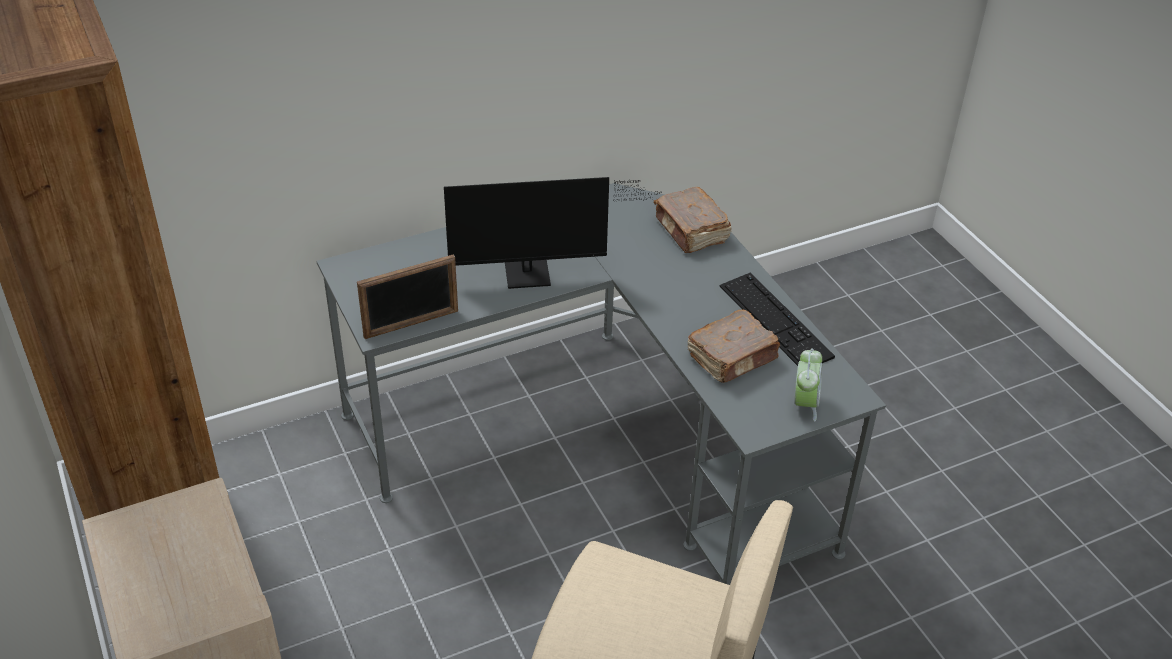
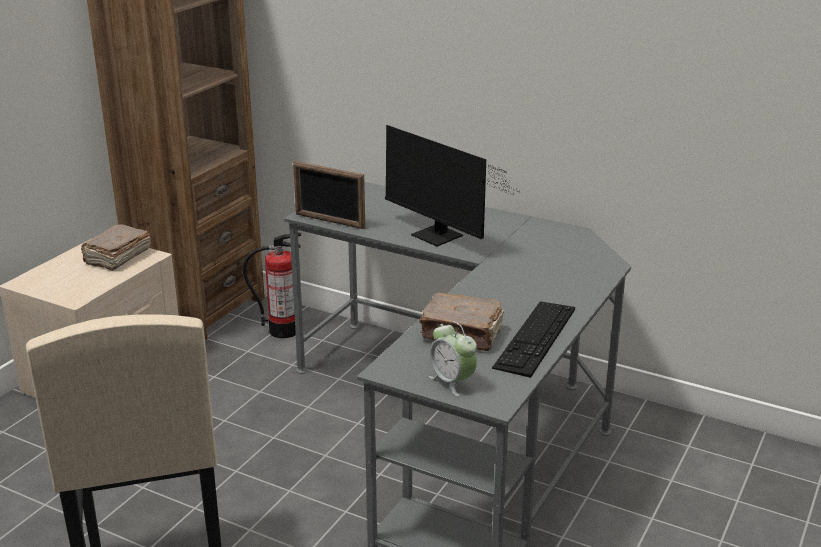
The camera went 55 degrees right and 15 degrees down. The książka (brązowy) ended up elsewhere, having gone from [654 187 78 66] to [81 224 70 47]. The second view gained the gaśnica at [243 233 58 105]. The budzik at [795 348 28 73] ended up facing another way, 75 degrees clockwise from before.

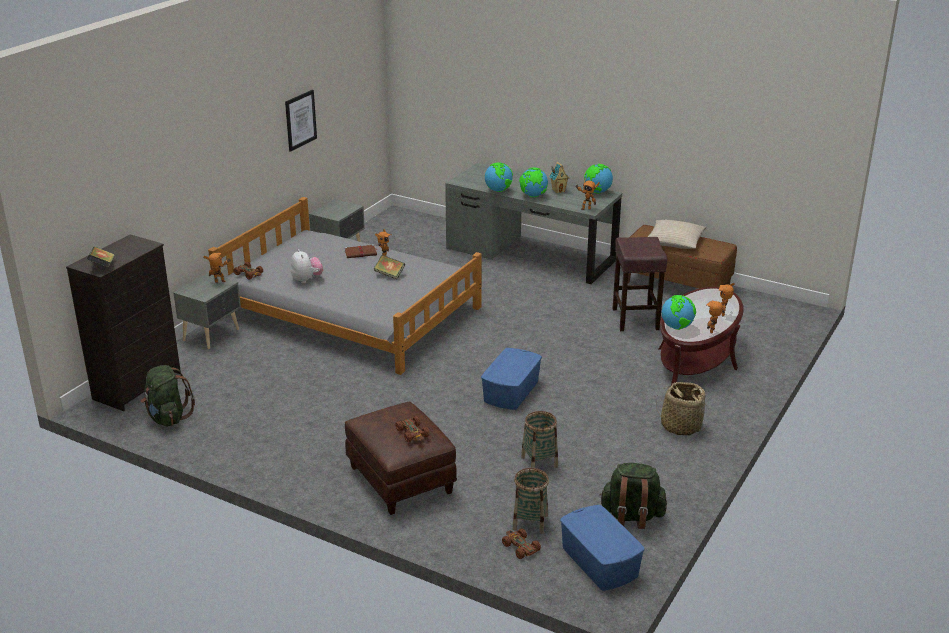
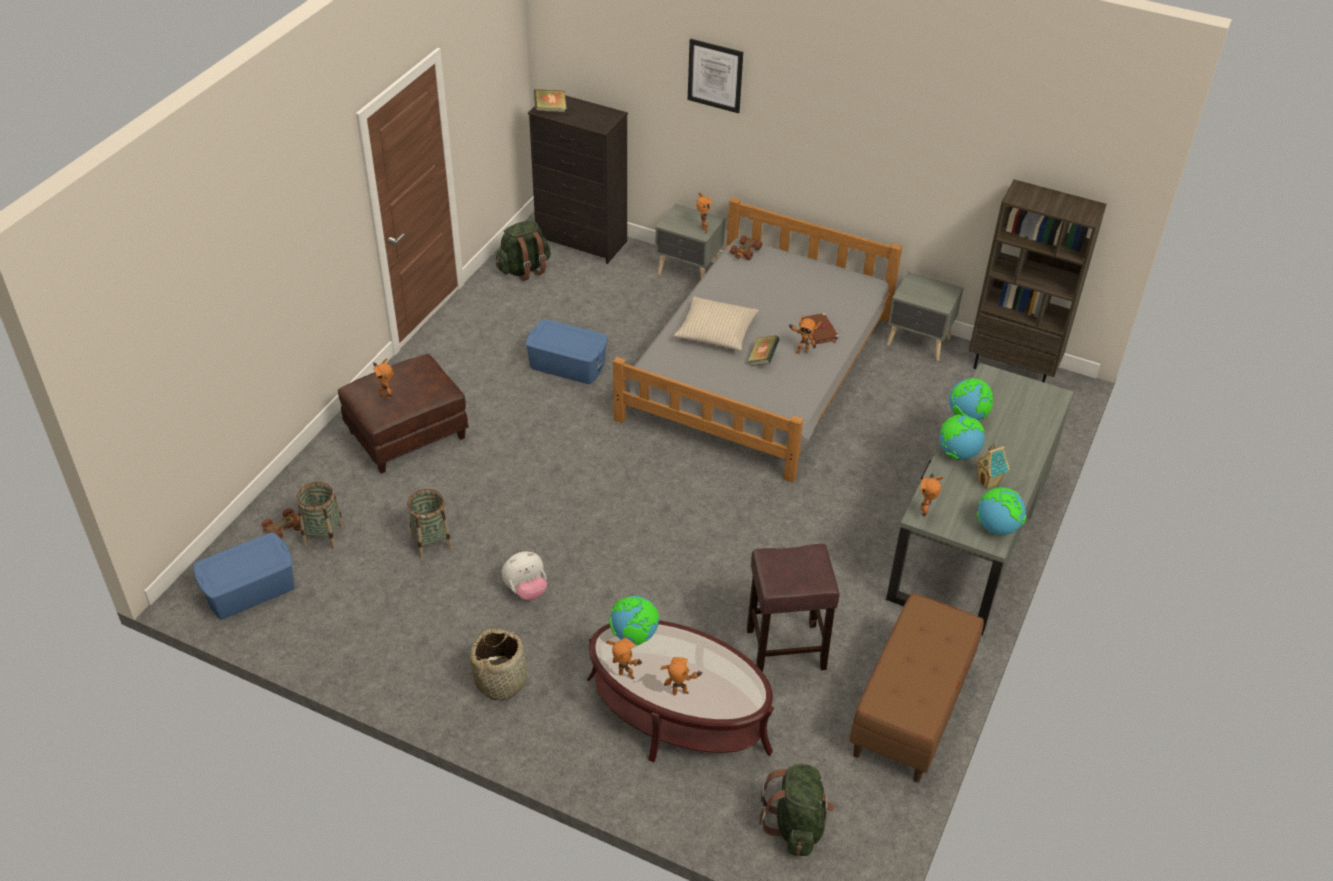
The camera went 85 degrees right and 15 degrees up. Where the samochodzik (brązowy) stood at [395 416 35 26], the robot zabawkowy came to stand at [372 358 22 42]. The pluszak ended up elsewhere, having gone from [291 249 32 34] to [502 552 45 48]. The pojemnik do przechowywania (niebieski) ended up elsewhere, having gone from [481 348 61 62] to [526 319 82 65]. The poduszka (beżowy) ended up elsewhere, having gone from [648 220 58 29] to [674 297 85 54]. The obraz ended up elsewhere, having gone from [285 90 32 62] to [688 39 55 74]. The plecak (zielony) ended up elsewhere, having gone from [599 463 68 66] to [759 764 76 92]. The second view gained the regał (brązowy) at [969 179 138 204].

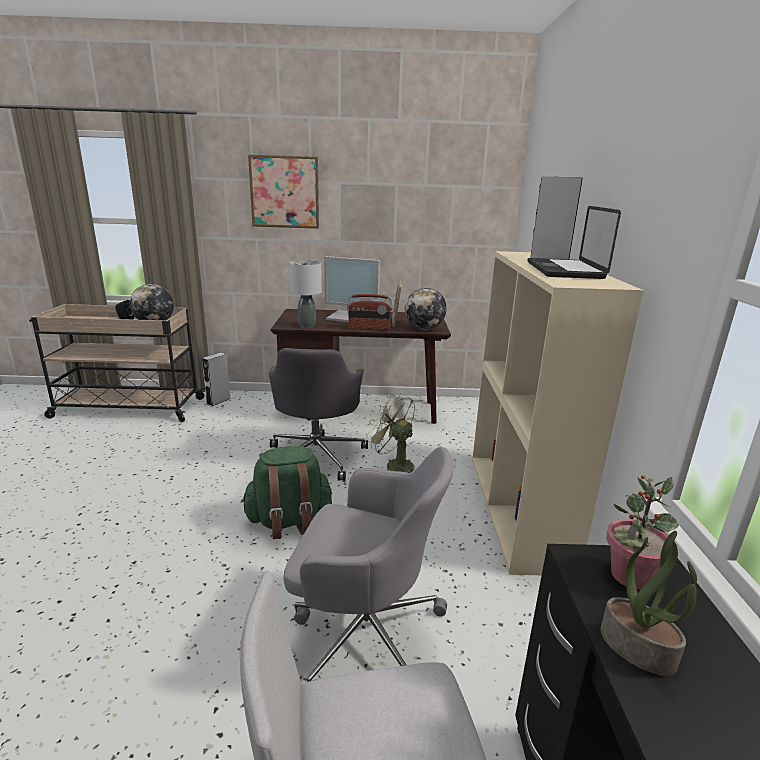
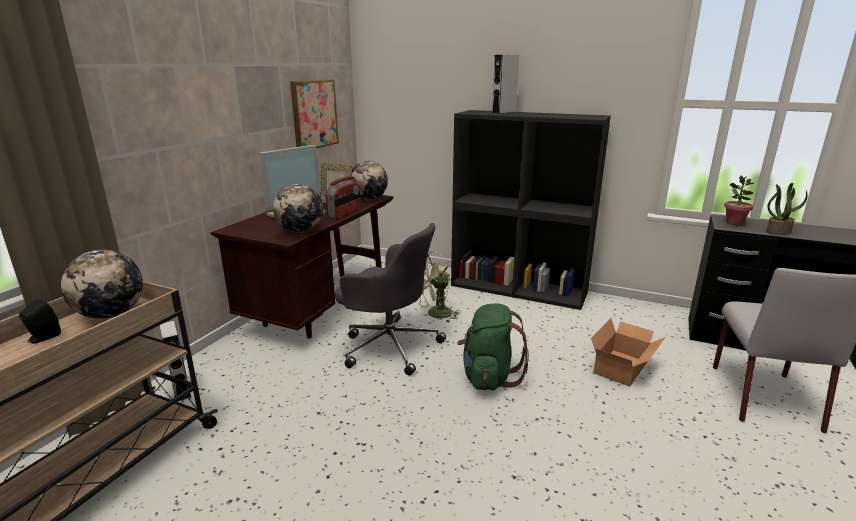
The camera went 65 degrees left and 0 degrees up. Where the lampa stołowa (szary) stood at [290 260 32 68], the globus came to stand at [273 184 50 49]. The obraz ended up elsewhere, having gone from [248 154 71 75] to [290 79 49 70]. What was the regał (beżowy) at [472 251 172 324] turned into the regał (czarny) at [451 110 160 200]. Where the krzesło biurowe (szary) stood at [283 447 170 235], the karton came to stand at [591 318 74 69]. The second view lost the laptop at [527 206 94 73].

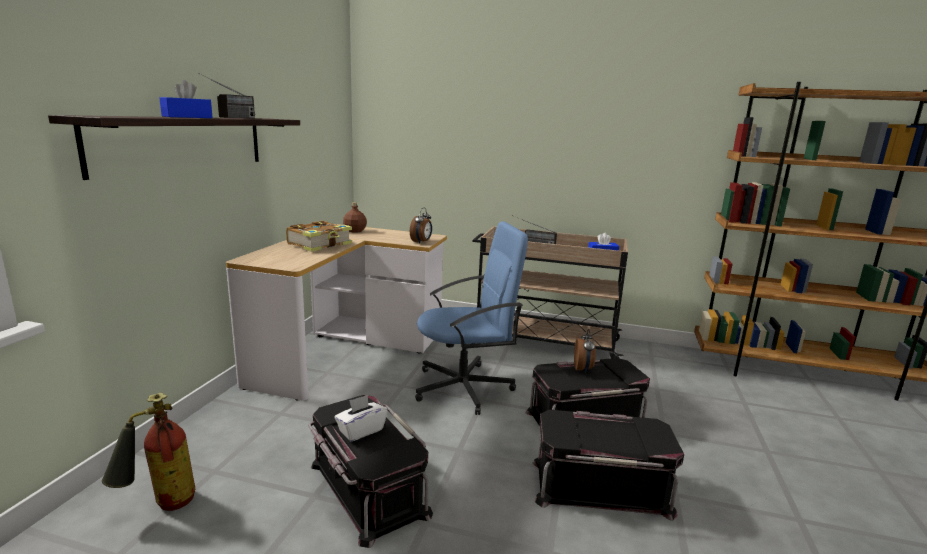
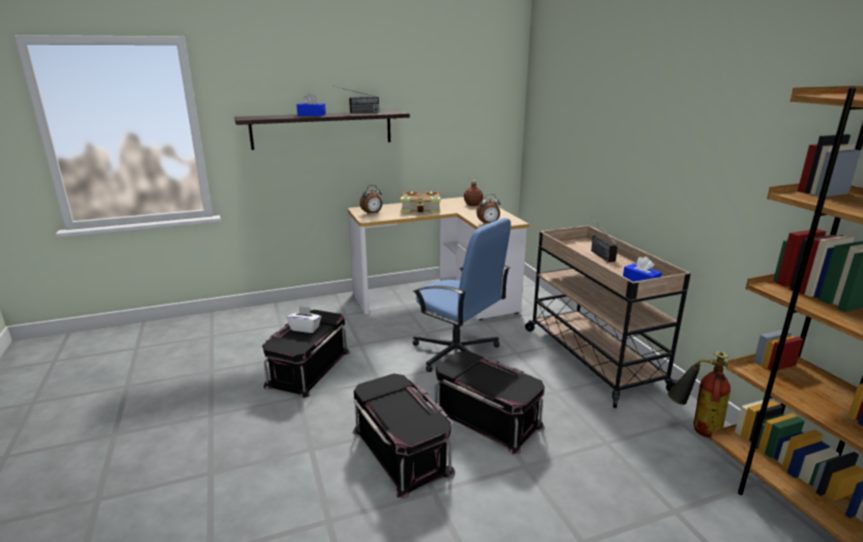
The camera went 55 degrees right and 5 degrees up. The budzik ended up elsewhere, having gone from [574 329 22 44] to [360 185 22 30]. The gaśnica ended up elsewhere, having gone from [102 393 93 118] to [668 351 63 87].

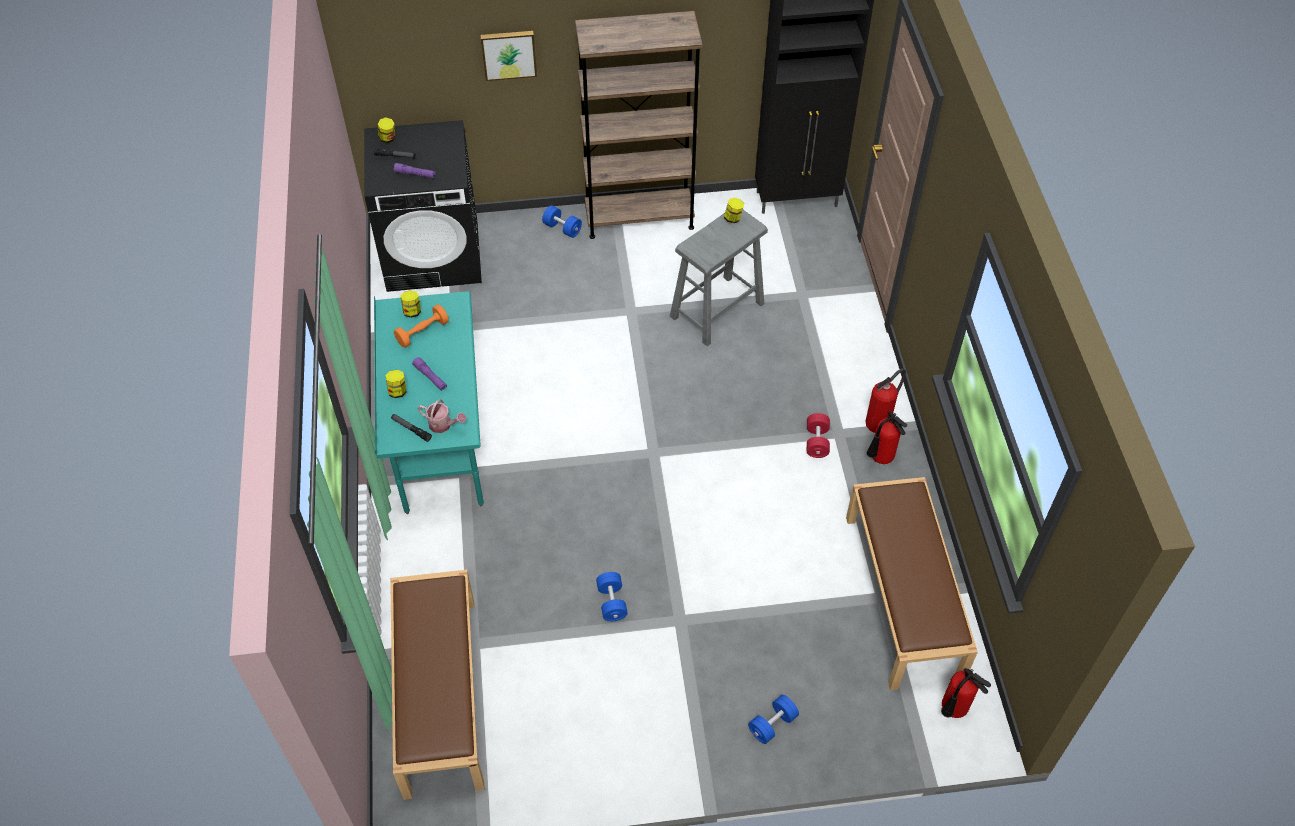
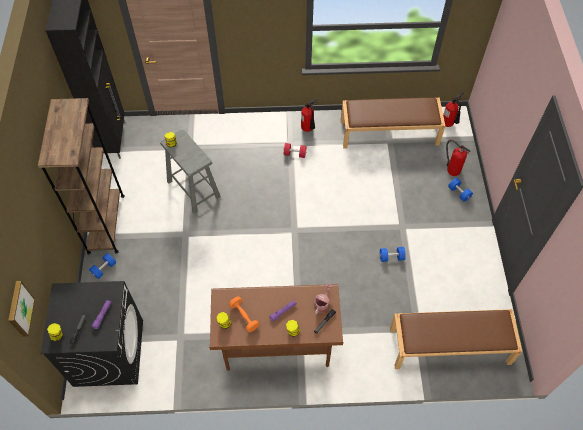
The camera went 85 degrees left and 5 degrees up. The obraz ended up elsewhere, having gone from [481 31 56 50] to [8 281 27 56]. What was the biurko (turkusowy) at [374 291 110 223] turned into the biurko (brązowy) at [209 284 134 87]. The gaśnica ended up elsewhere, having gone from [866 368 40 65] to [446 140 24 36].

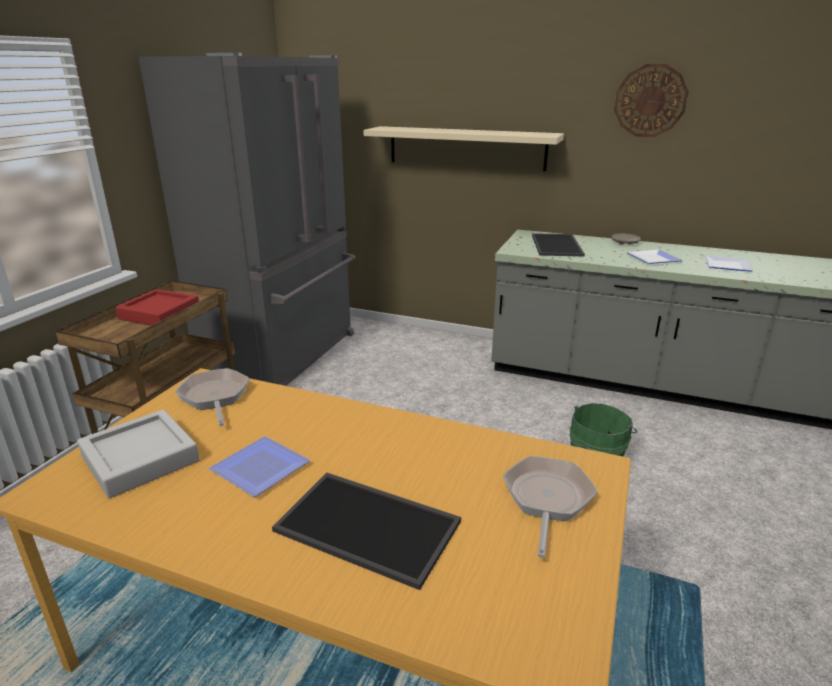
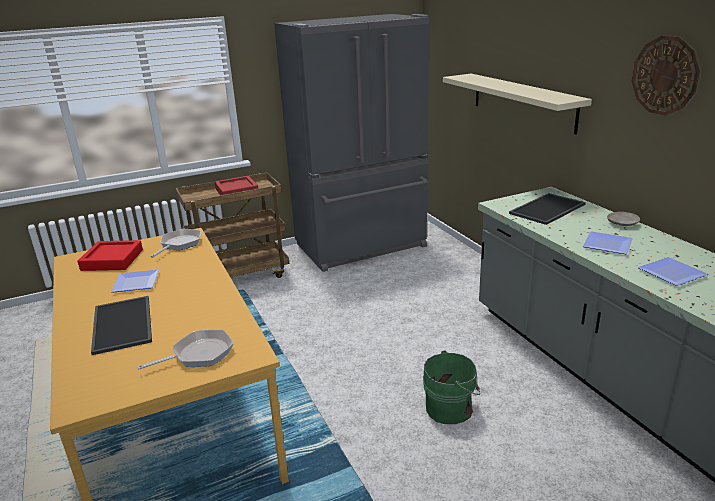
The camera went 45 degrees right and 0 degrees up. What was the taca (szary) at [77 410 123 88] turned into the taca (czerwony) at [77 240 66 31].

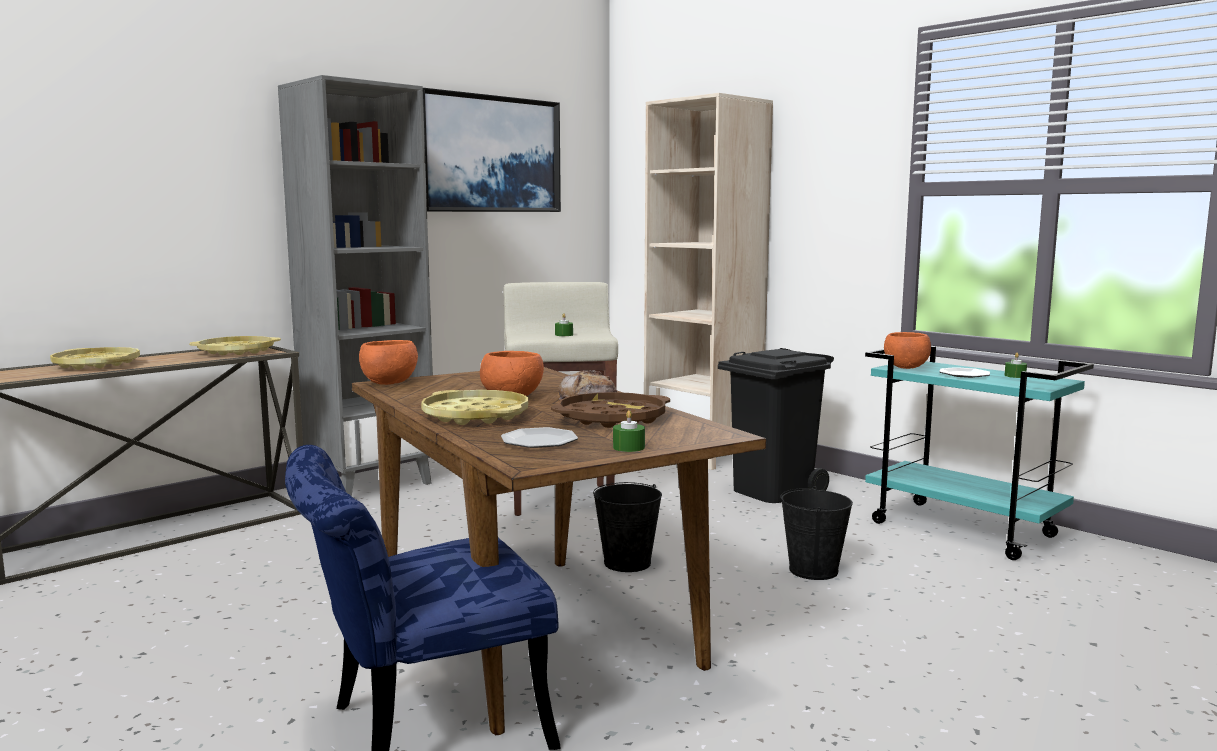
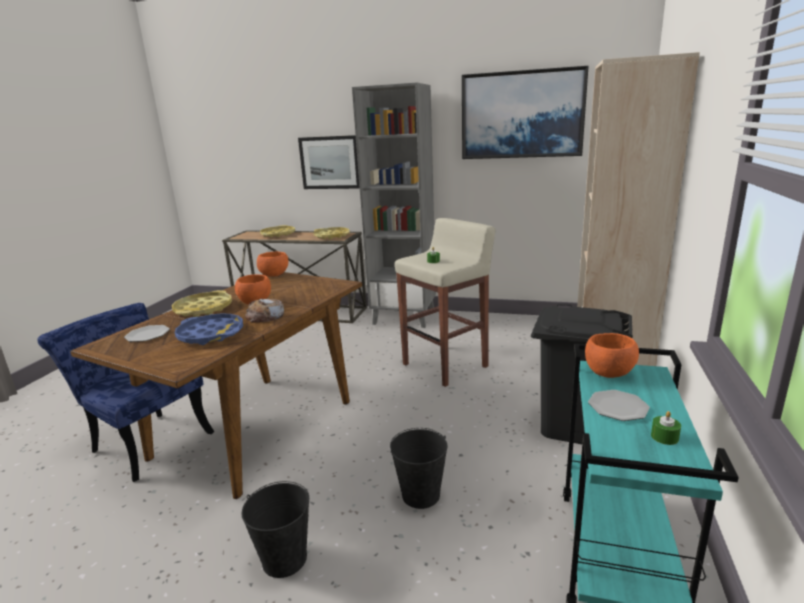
The camera went 60 degrees right and 10 degrees up. What was the taca (brązowy) at [551 392 119 36] turned into the taca (niebieski) at [175 313 68 32]. The wiadro (czarny) ended up elsewhere, having gone from [593 482 69 90] to [242 481 67 97]. The second view gained the obraz at [298 135 62 54]. The second view lost the świeca (zielony) at [613 410 32 42].

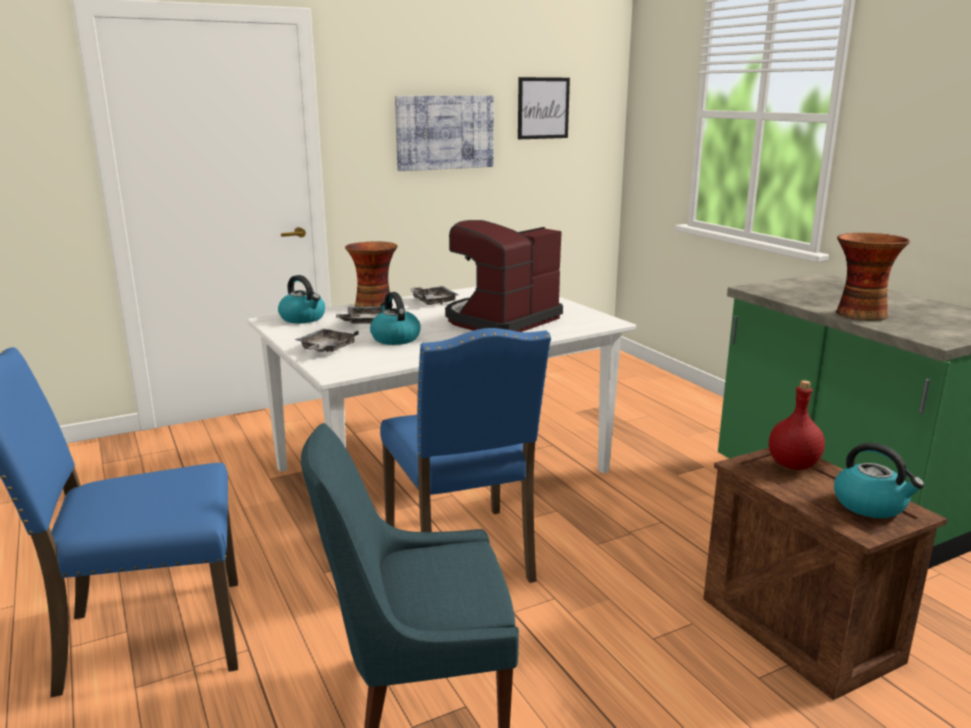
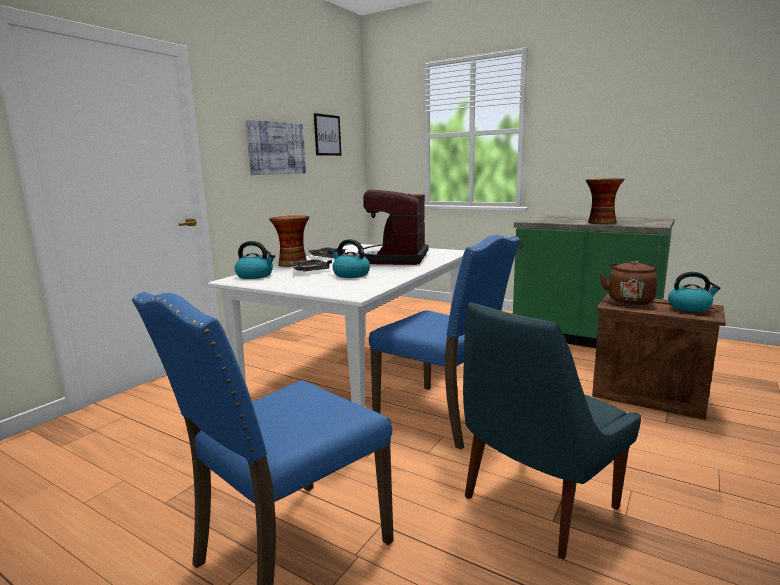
The camera went 30 degrees left and 5 degrees down. Where the butelka (czerwony) stood at [769 380 56 90], the czajnik (brązowy) came to stand at [600 261 57 44]. The second view lost the taca (szary) at [295 329 64 23].

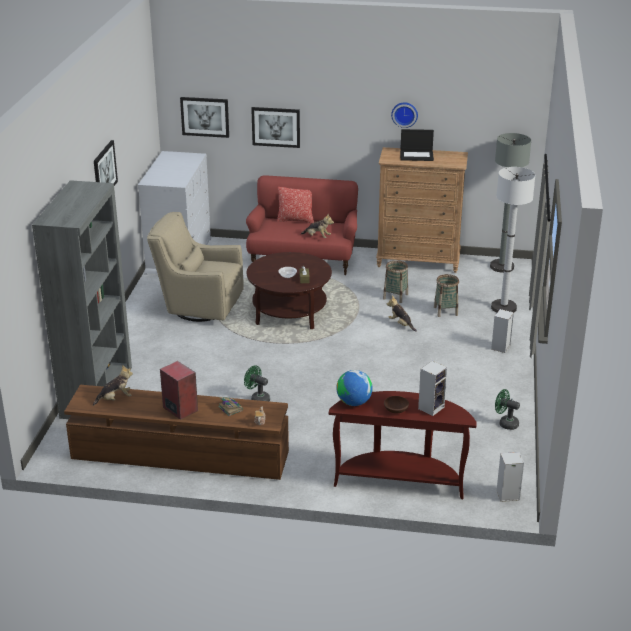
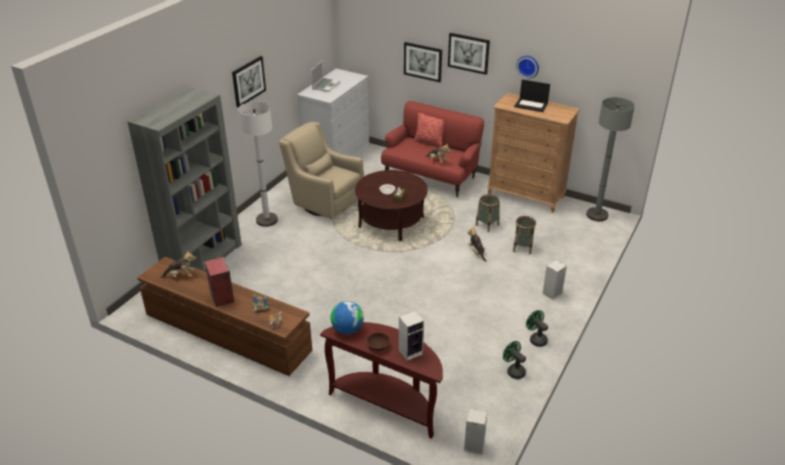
The camera went 20 degrees right and 5 degrees up. The lampa stojąca (biały) ended up elsewhere, having gone from [491 167 44 146] to [238 101 40 126]. The second view gained the laptop at [311 61 29 31]. The obraz ended up elsewhere, having gone from [180 97 49 41] to [448 33 42 42]. The wentylator (zielony) ended up elsewhere, having gone from [244 365 26 36] to [526 310 22 37].

